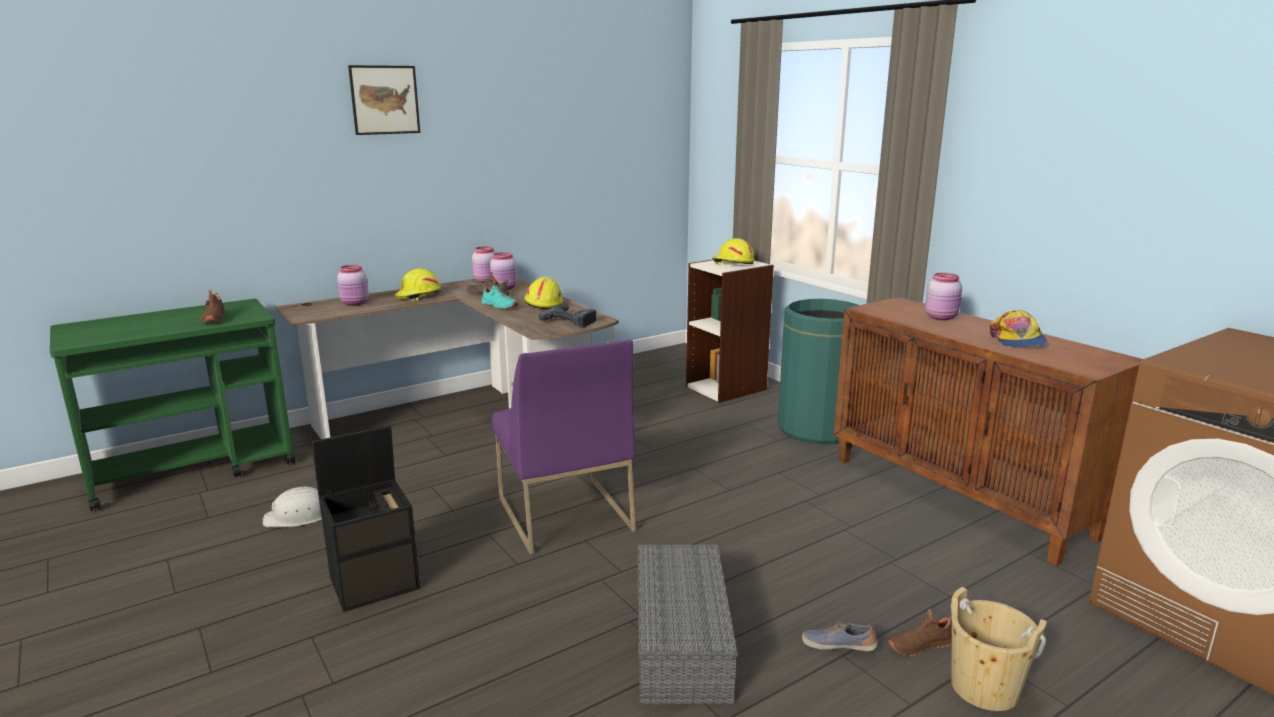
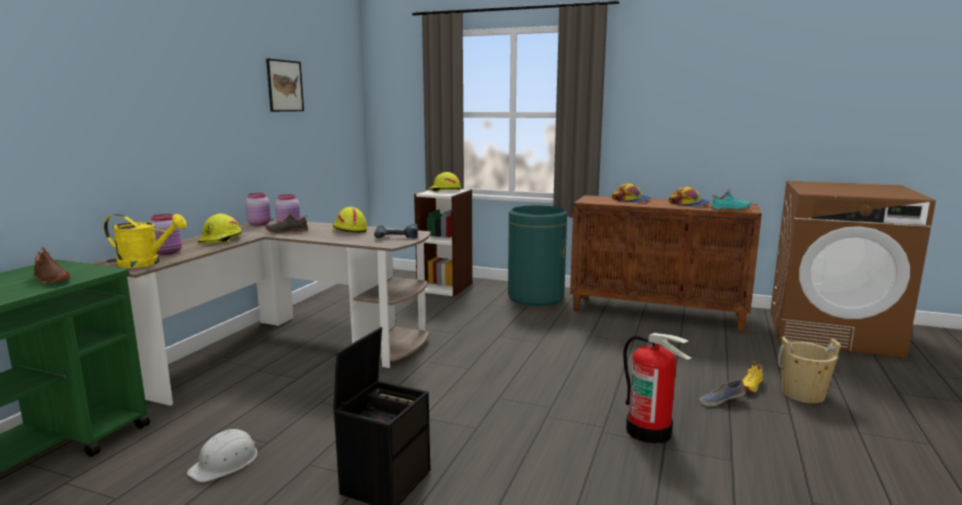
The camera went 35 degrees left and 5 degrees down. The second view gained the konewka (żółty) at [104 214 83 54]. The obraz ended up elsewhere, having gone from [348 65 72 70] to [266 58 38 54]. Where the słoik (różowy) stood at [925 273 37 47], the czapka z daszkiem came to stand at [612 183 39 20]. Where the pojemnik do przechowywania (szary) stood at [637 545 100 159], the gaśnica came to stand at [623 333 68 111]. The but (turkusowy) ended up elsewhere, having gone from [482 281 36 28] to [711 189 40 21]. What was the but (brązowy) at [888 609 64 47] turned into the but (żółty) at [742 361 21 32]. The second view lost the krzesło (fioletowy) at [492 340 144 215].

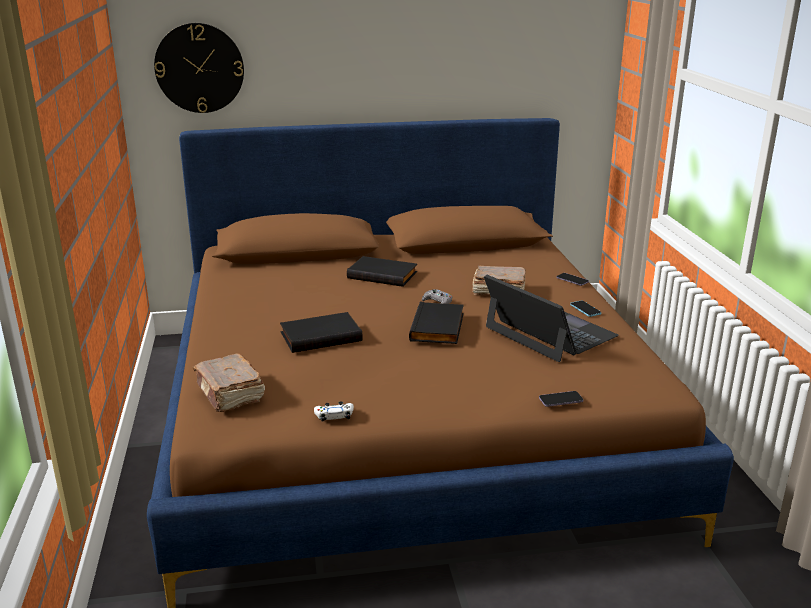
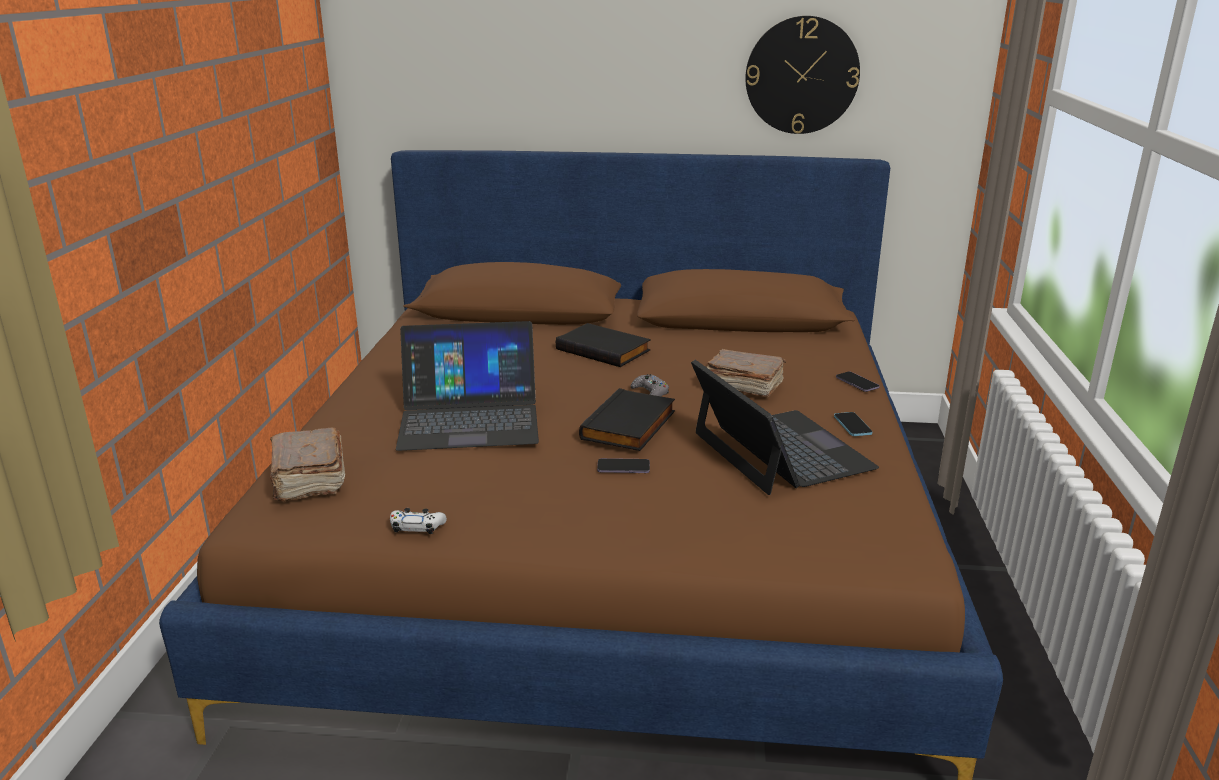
The camera went 15 degrees right and 0 degrees up. Where the książka (czarny) stood at [280 312 83 41], the laptop came to stand at [396 321 143 130]. The telefon ended up elsewhere, having gone from [539 391 45 16] to [597 458 53 15]. The zegar ścienny ended up elsewhere, having gone from [154 23 90 90] to [745 16 115 118].

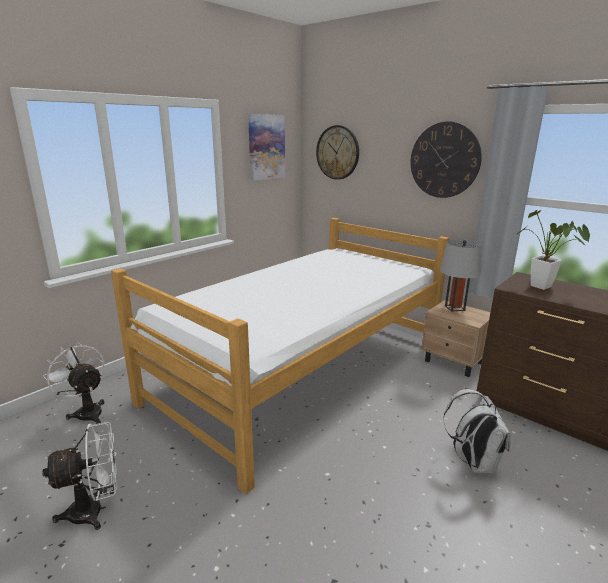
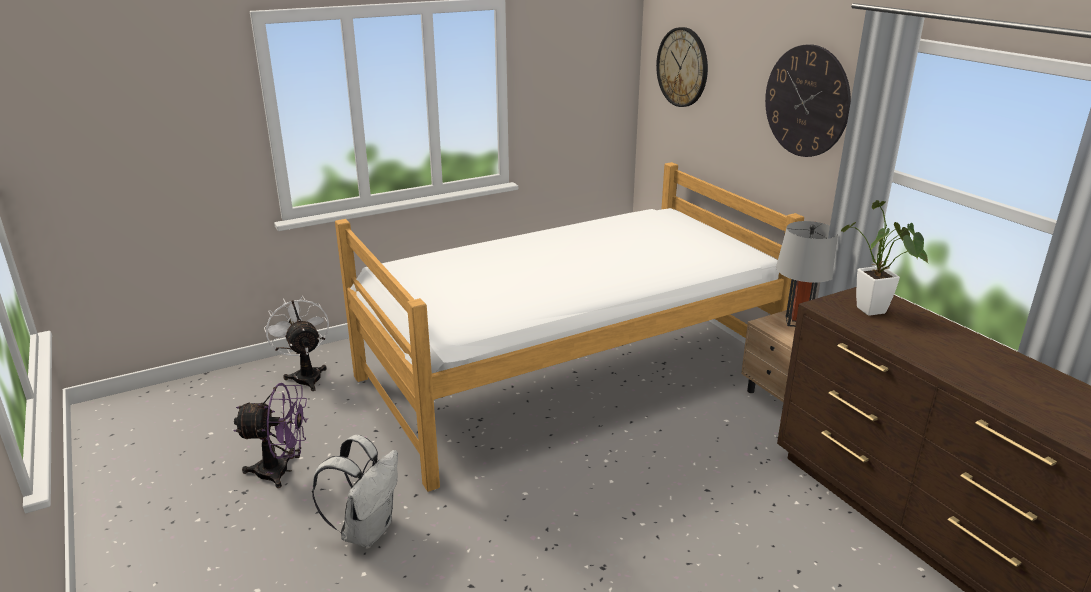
The camera went 20 degrees right and 5 degrees up. What was the wentylator (biały) at [42 422 76 108] turned into the wentylator (fioletowy) at [233 383 75 105]. The plecak (biały) ended up elsewhere, having gone from [444 389 67 85] to [312 435 86 112]. The second view lost the obraz at [248 114 37 67].

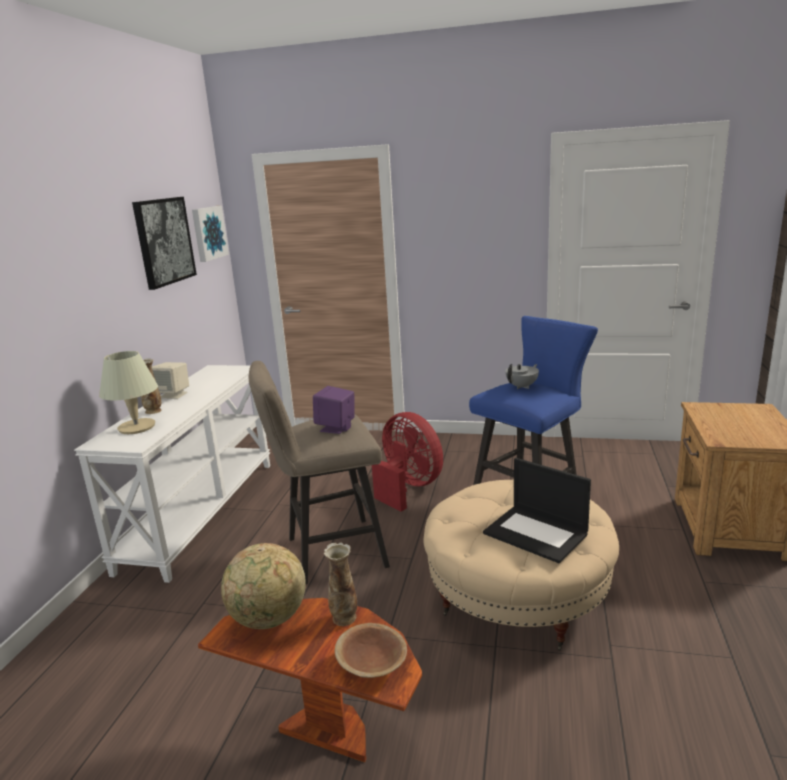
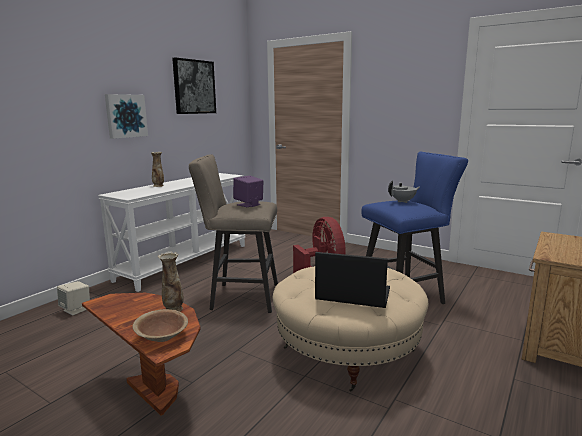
The camera went 20 degrees right and 5 degrees down. The głośnik (beżowy) ended up elsewhere, having gone from [152 362 37 37] to [57 281 33 34]. The obraz ended up elsewhere, having gone from [192 206 37 56] to [105 94 43 45]. The laptop at [483 458 108 105] ended up facing another way, 135 degrees clockwise from before. The second view lost the lampa stołowa (beżowy) at [99 351 59 83]. The second view lost the globus at [221 543 85 86].

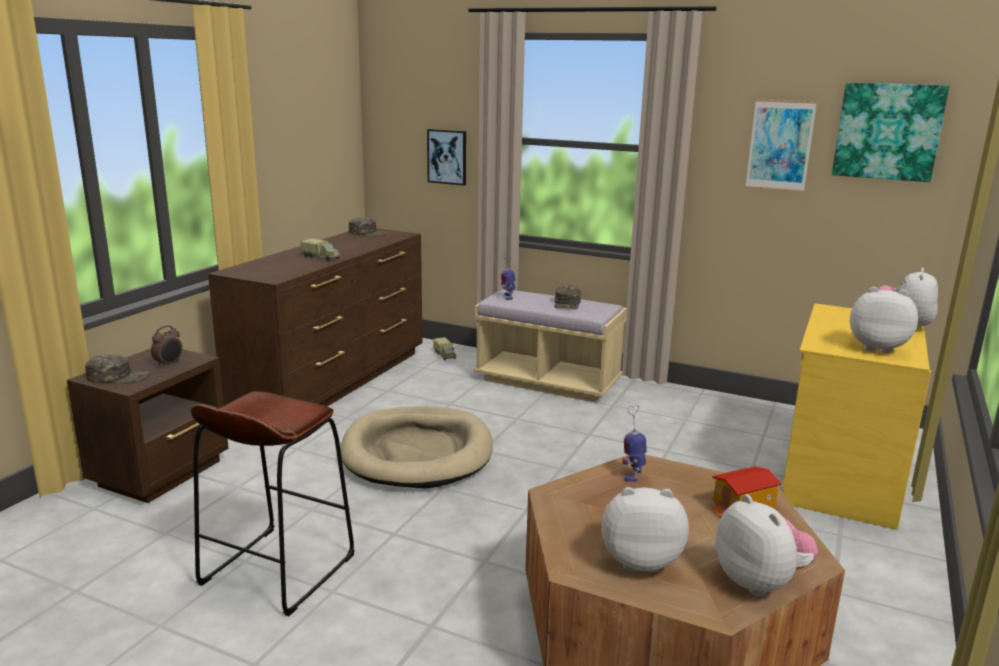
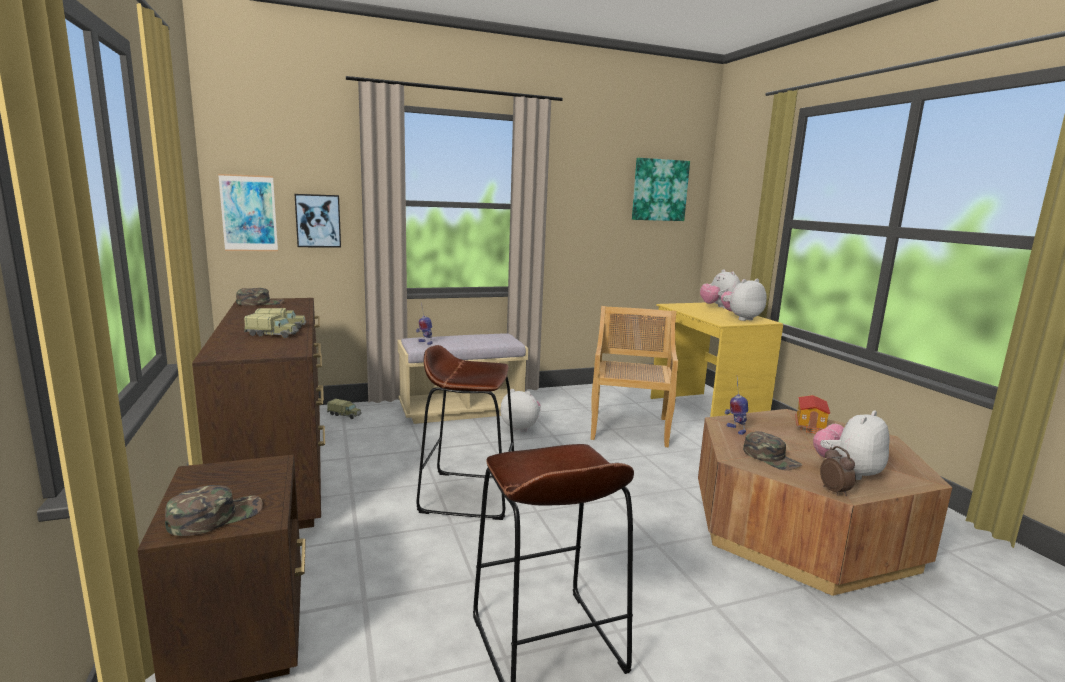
The camera went 45 degrees left and 5 degrees down. The obraz ended up elsewhere, having gone from [745 100 72 92] to [218 174 60 77]. The second view gained the ciężarówka zabawkowa at [244 313 55 25]. Where the legowisko (beżowy) stood at [340 406 153 82], the stołek (brązowy) came to stand at [417 345 97 175]. The pluszak ended up elsewhere, having gone from [716 494 102 103] to [501 389 40 43]. The second view gained the krzesło (beżowy) at [591 306 87 141]. The czapka z daszkiem (zielony) ended up elsewhere, having gone from [554 285 27 24] to [743 431 59 39]. The budzik ended up elsewhere, having gone from [151 325 31 43] to [820 446 36 50].

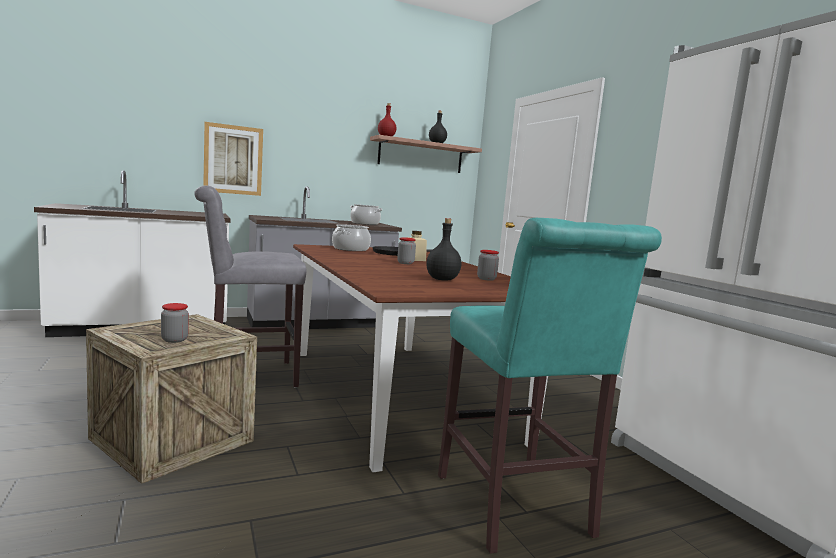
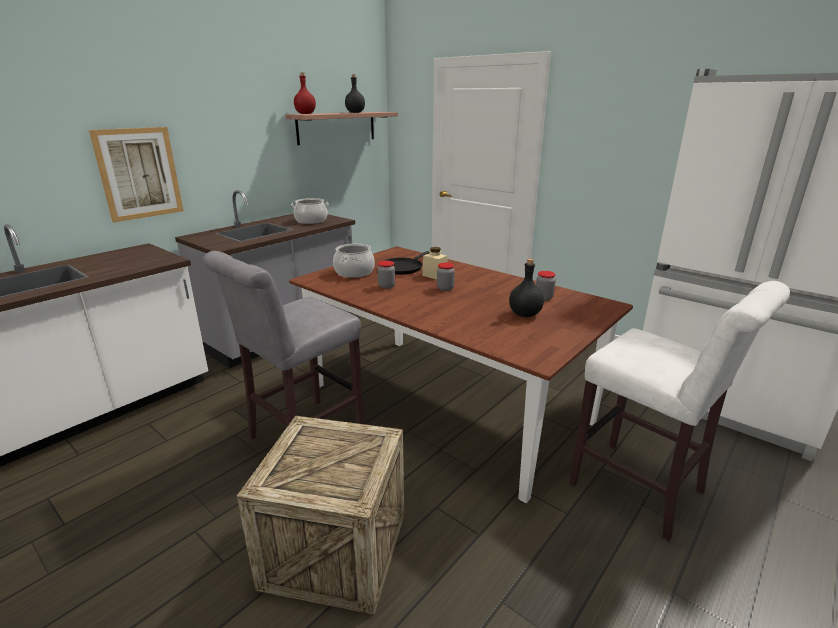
The camera went 25 degrees left and 15 degrees up. The słoik ended up elsewhere, having gone from [161 303 28 40] to [378 261 17 28]. What was the stołek (turkusowy) at [438 218 224 336] turned into the stołek (biały) at [569 281 221 260].

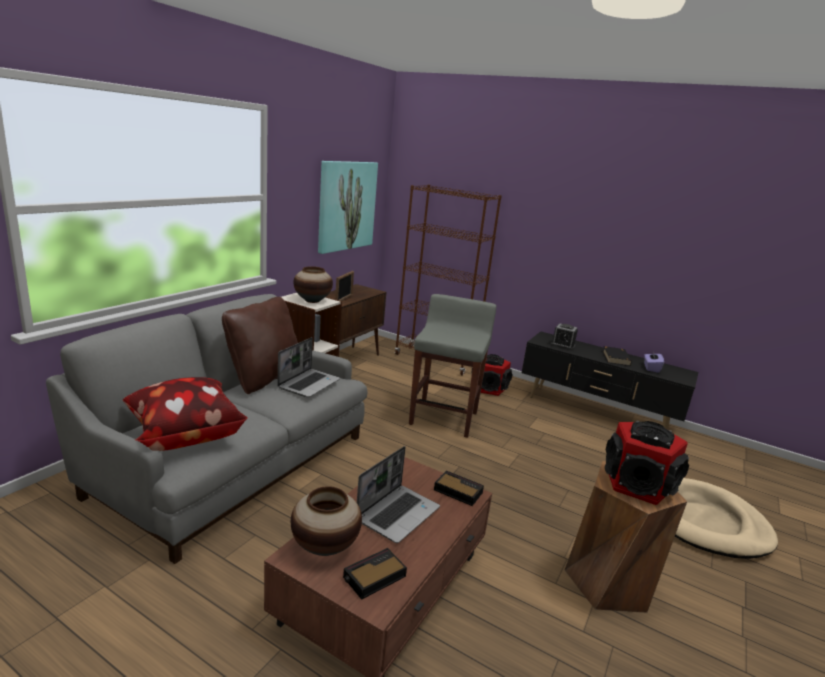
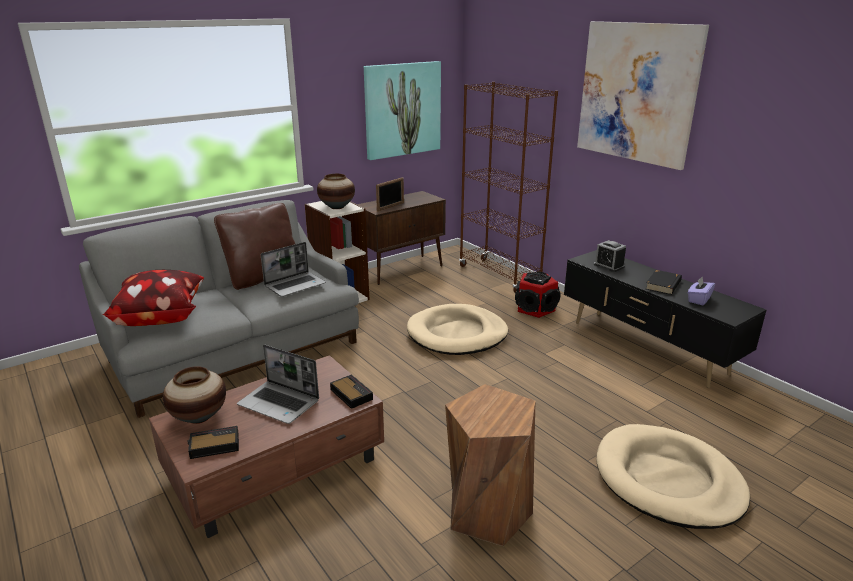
The camera went 25 degrees right and 5 degrees up. The laptop at [357 446 83 97] ended up facing another way, 60 degrees clockwise from before. Where the stołek (szary) stood at [409 294 88 144], the legowisko (beżowy) came to stand at [407 304 101 51]. The second view gained the obraz at [577 21 132 149]. The second view lost the głośnik at [605 421 84 84].

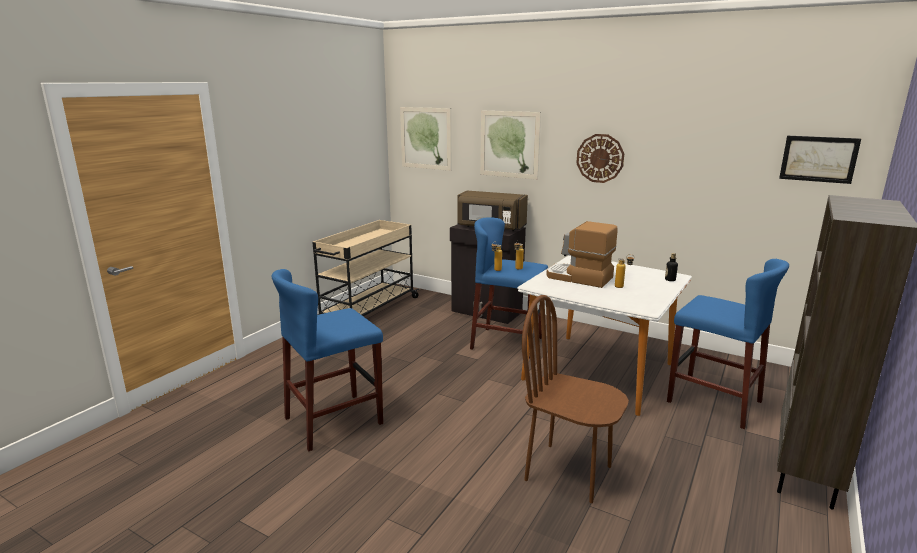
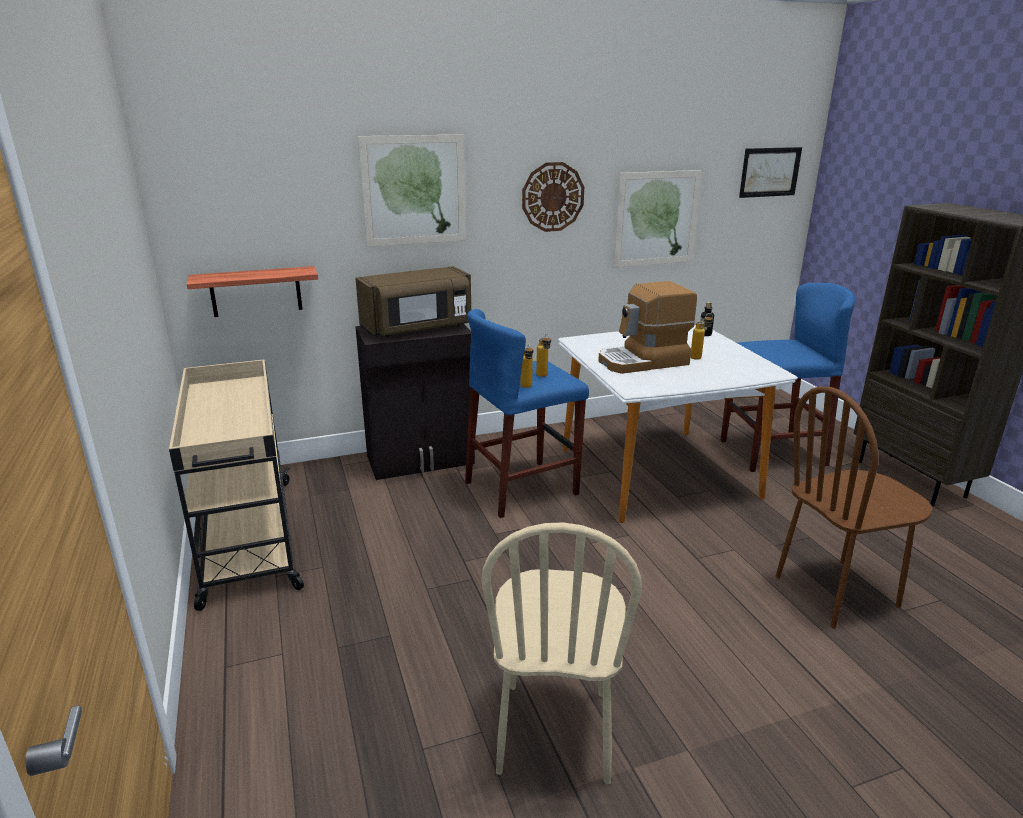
The camera went 50 degrees left and 5 degrees up. The second view gained the półka at [187 266 131 51]. Where the stołek (niebieski) stood at [272 269 111 182], the krzesło (beżowy) came to stand at [481 523 161 261]. The obraz ended up elsewhere, having gone from [400 107 51 64] to [614 170 88 98].

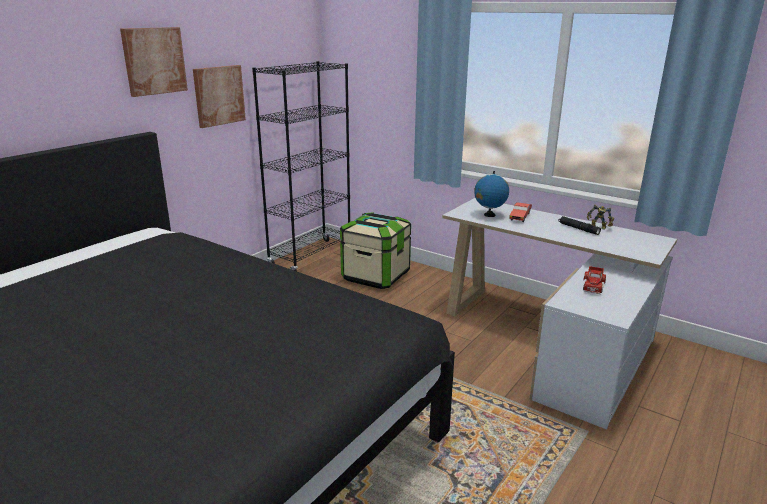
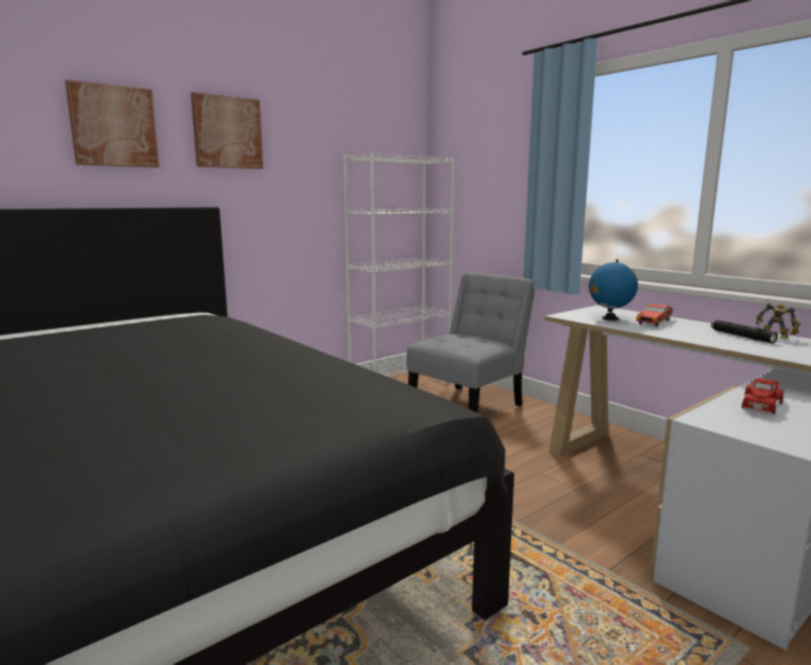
The camera went 15 degrees right and 10 degrees down. The obraz ended up elsewhere, having gone from [193 65 53 63] to [65 80 94 88]. What was the regał (czarny) at [252 61 98 210] turned into the regał (biały) at [343 152 112 225]. Where the pojemnik do przechowywania stood at [340 212 71 77], the krzesło (szary) came to stand at [407 273 128 140].

